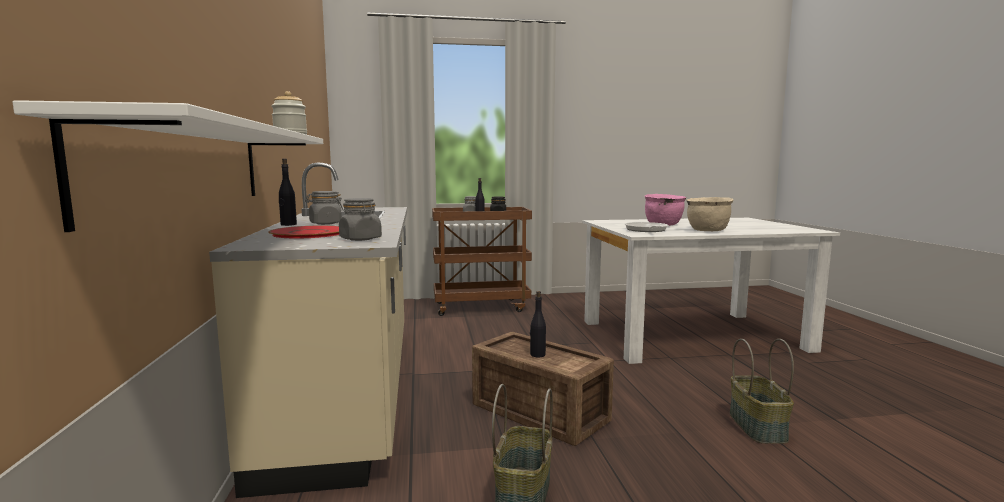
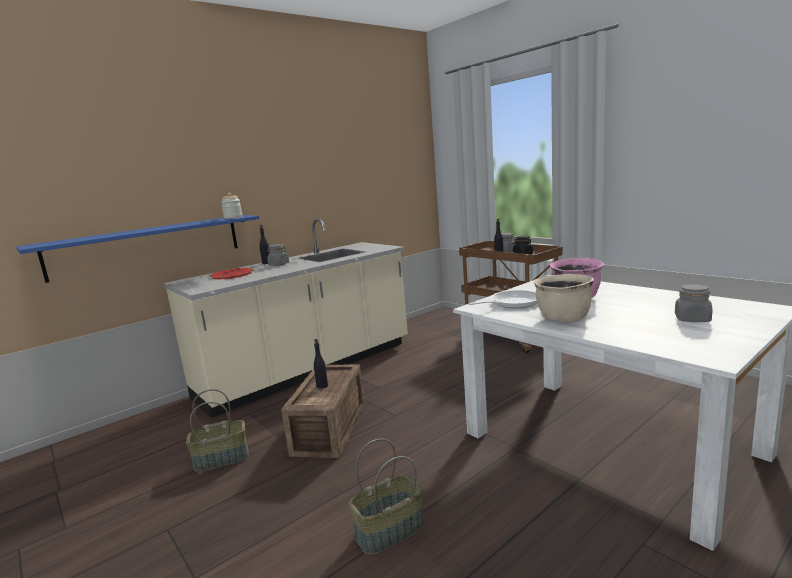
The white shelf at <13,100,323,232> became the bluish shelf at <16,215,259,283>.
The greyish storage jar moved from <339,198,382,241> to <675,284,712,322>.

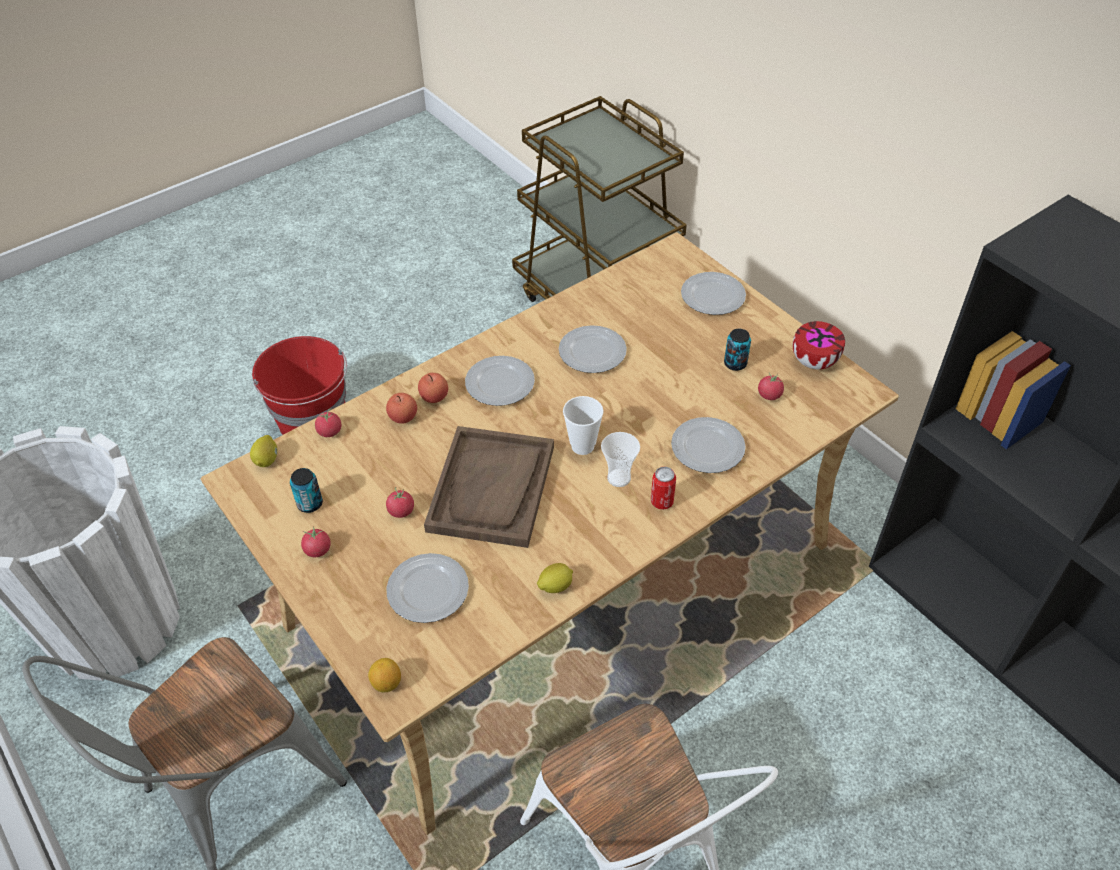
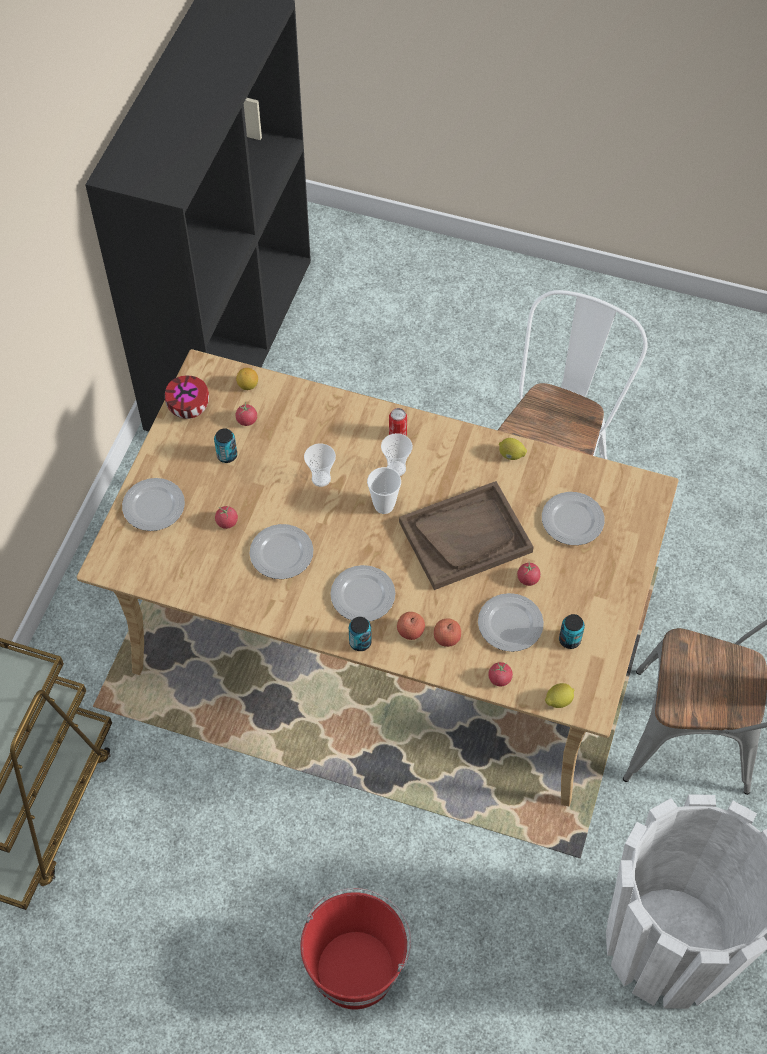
The tomato moved from <301,527,331,557> to <215,506,238,529>.
The citrus fruit moved from <368,658,401,692> to <236,368,258,390>.
The small cup at <304,443,336,487> appeared.
The sealed can at <349,617,372,651> appeared.
The flat dish moved from <671,417,746,473> to <478,593,544,652>.

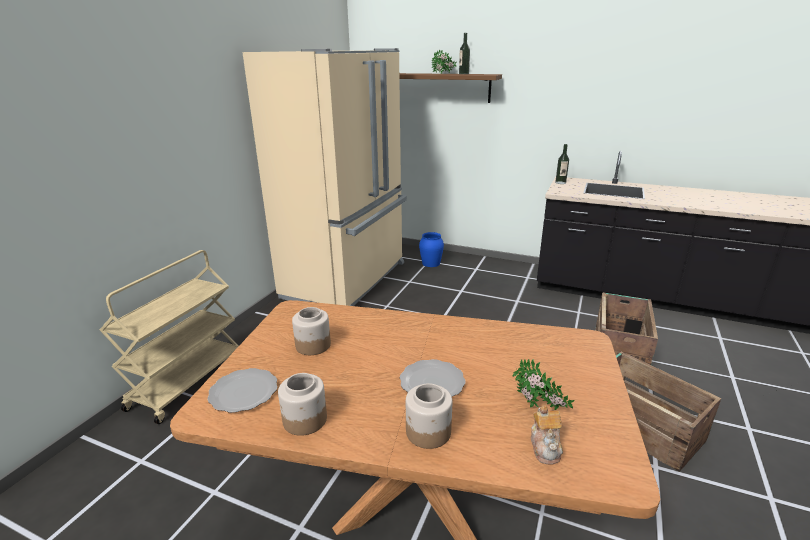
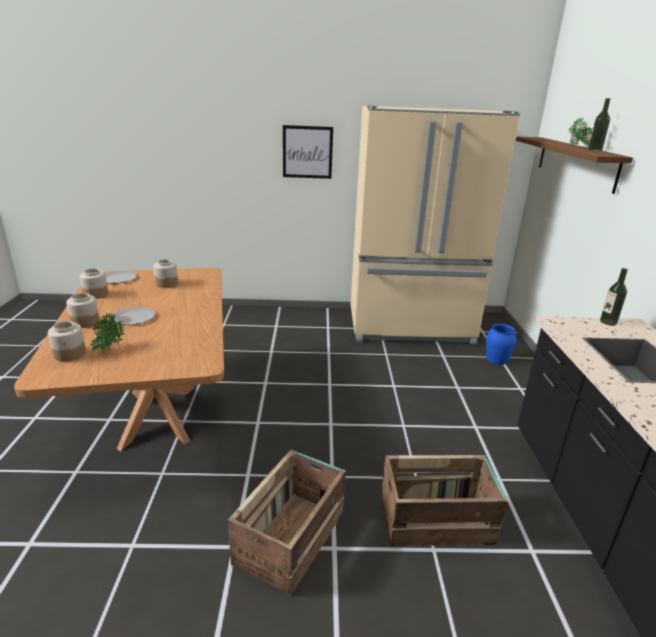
The tea pot at <531,405,563,465> was replaced by the storage jar at <48,321,86,361>.
The picture at <283,125,333,179> appeared.
The beige trolley at <100,250,238,424> disappeared.

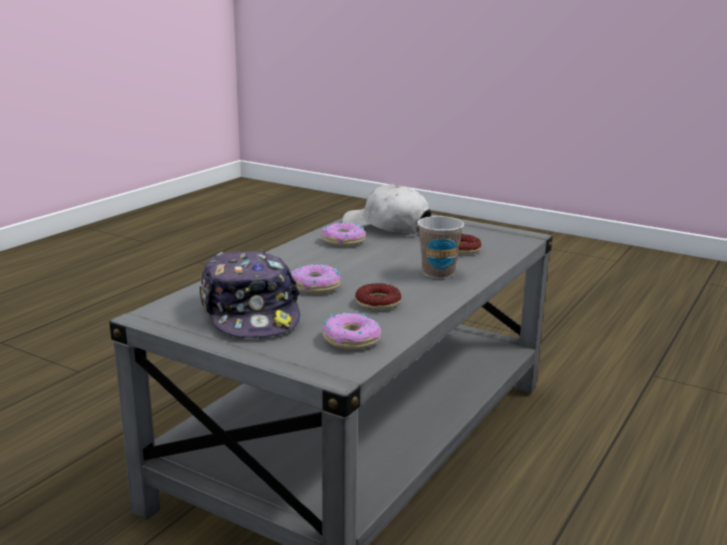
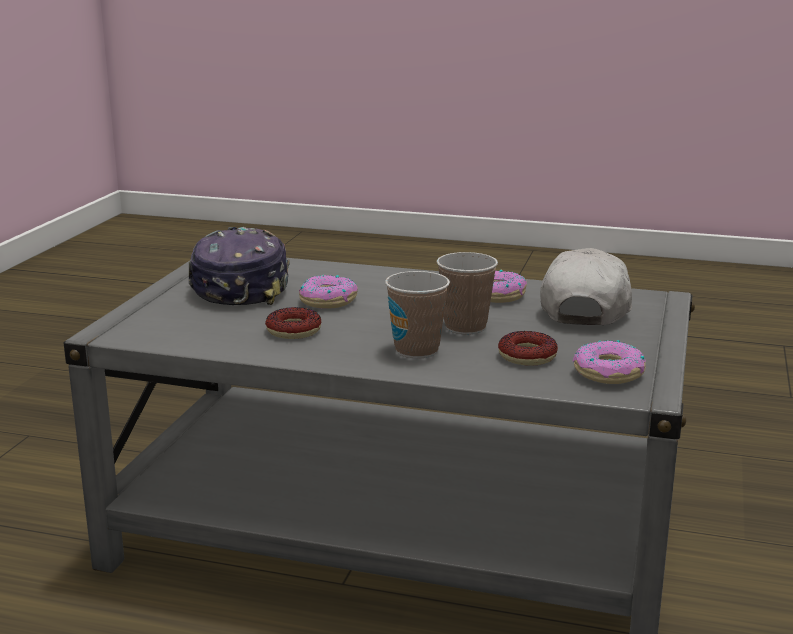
The peaked cap at <199,250,300,338> turned 120 degrees clockwise.
The small cup at <437,252,498,334> appeared.
The donut moved from <322,313,381,350> to <572,340,646,384>.

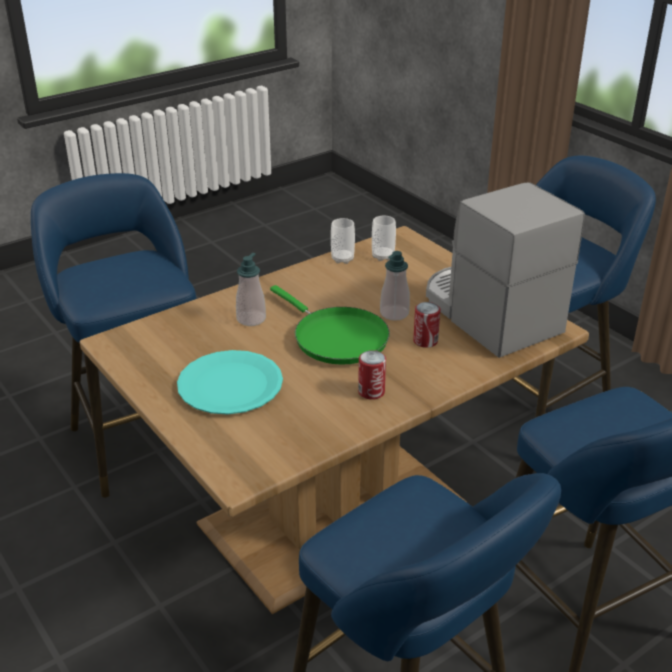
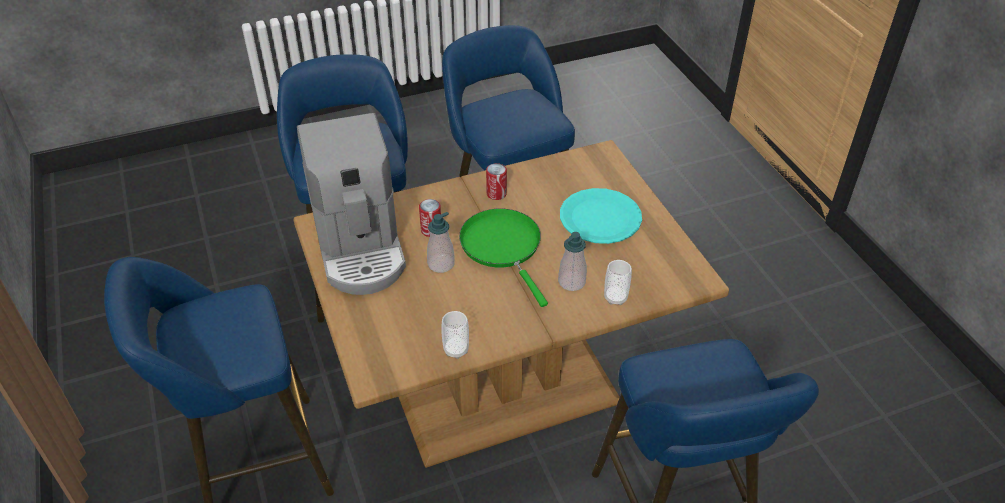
The small cup moved from <372,216,396,261> to <604,260,632,305>.

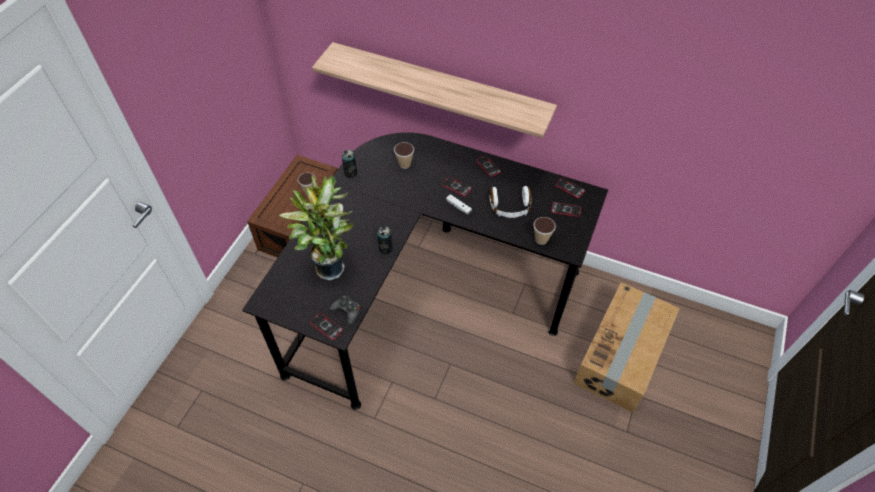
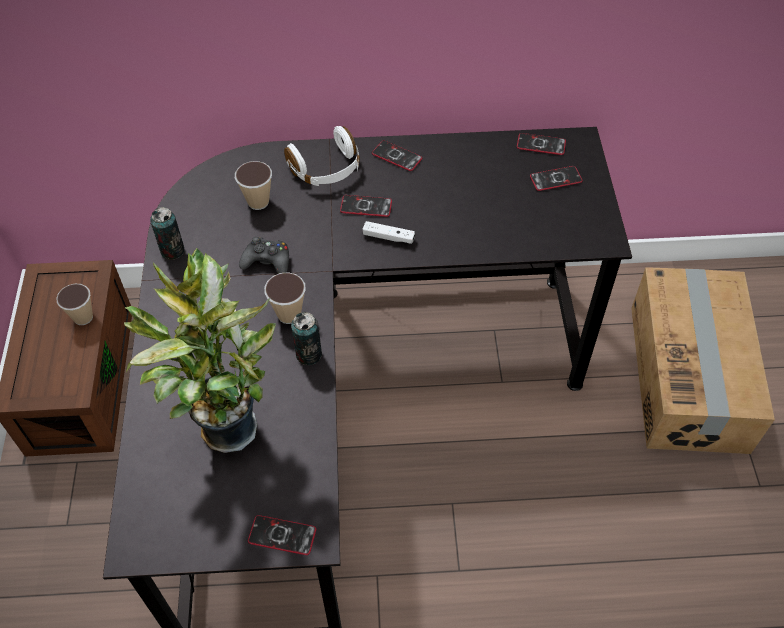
The black-coloured game controller moved from <330,295,361,325> to <239,237,289,274>.
The small cup moved from <533,217,556,245> to <264,272,306,324>.
The white headphones moved from <489,186,531,218> to <284,126,360,186>.
The shelf at <312,42,557,138> disappeared.

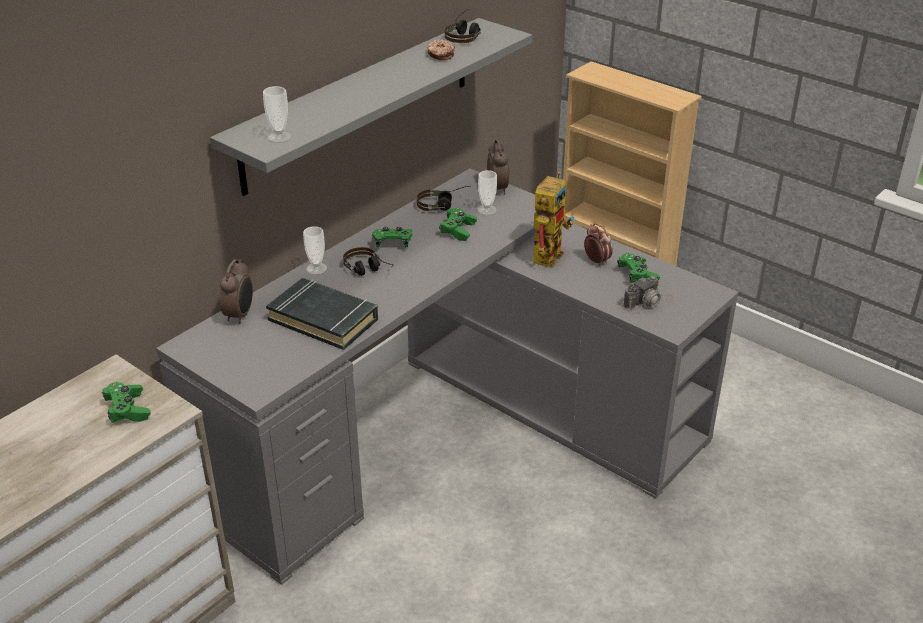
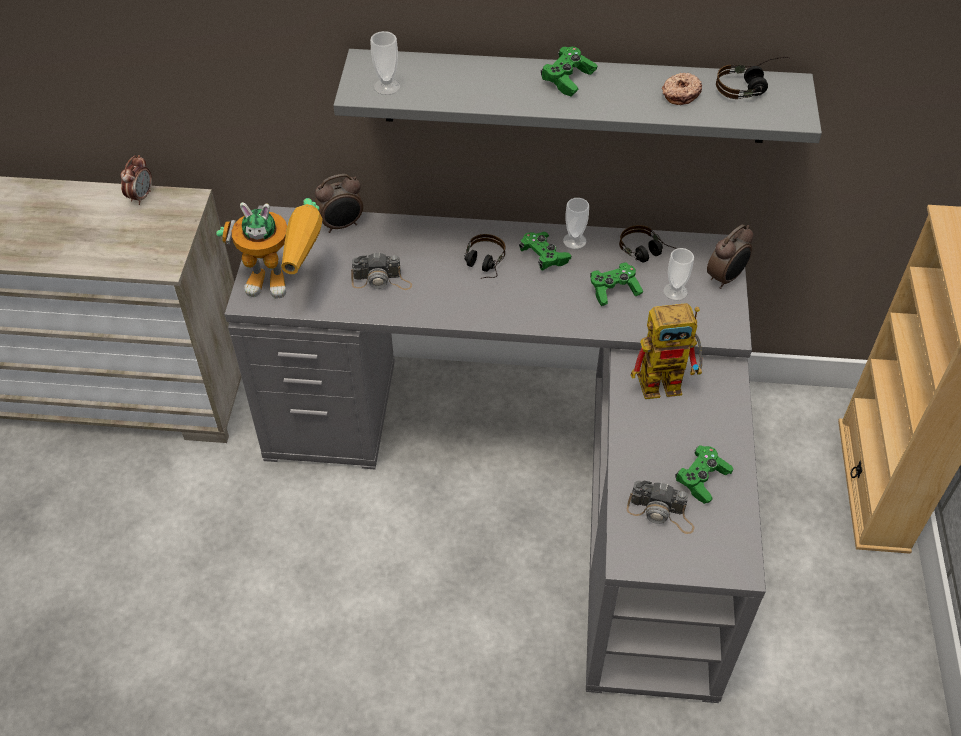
The alarm clock moved from <584,223,613,266> to <120,155,152,205>.
The robot figure at <216,198,323,299> appeared.
The black-coloured volume at <266,278,378,350> was replaced by the photo camera at <351,252,412,290>.
The green game controller moved from <102,382,151,423> to <541,47,597,97>.
The small cup moved from <303,226,327,275> to <563,198,589,249>.

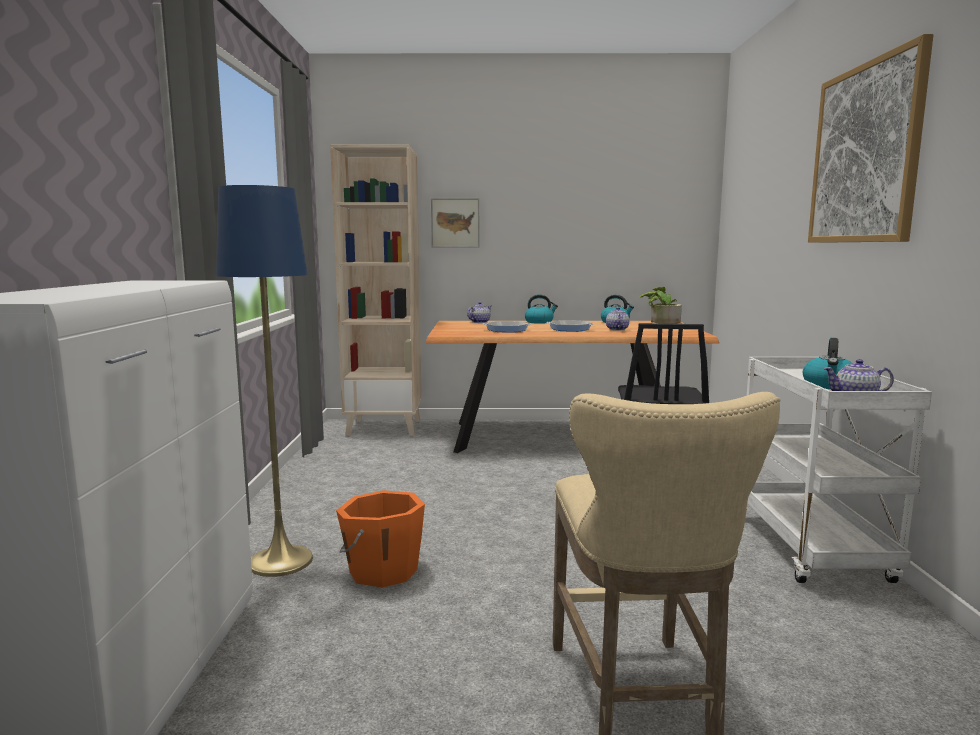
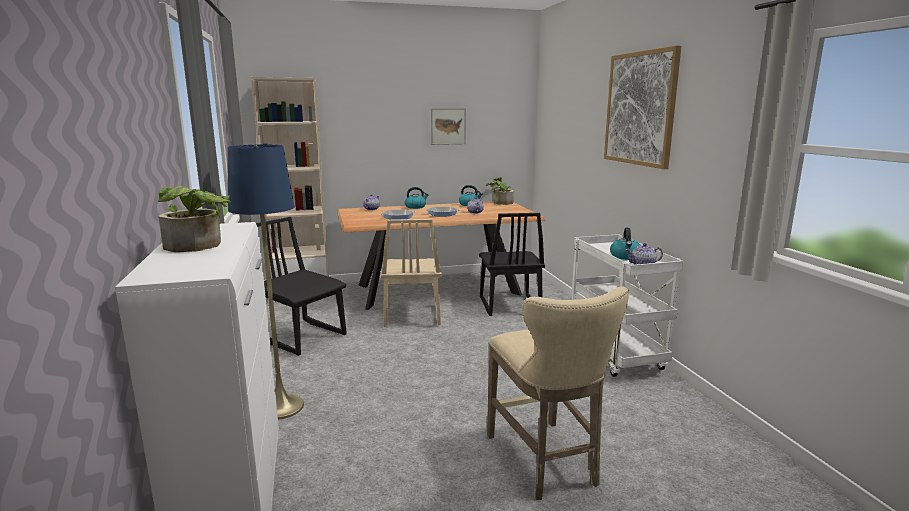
The plant in a pot at <158,186,231,252> appeared.
The black-coloured chair at <256,217,346,356> appeared.
The beige chair at <381,219,442,327> appeared.
The picture moved from <431,198,479,247> to <431,108,466,145>.
The orange-coloured water bucket at <336,490,425,588> disappeared.

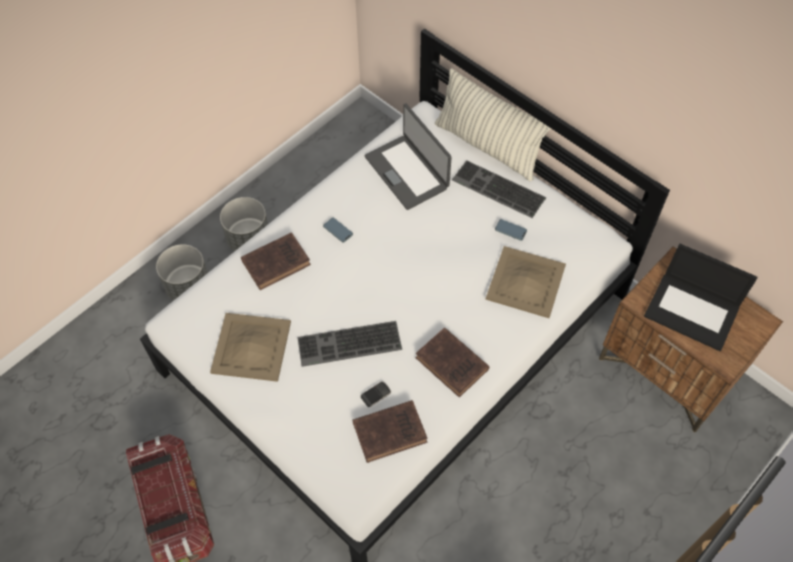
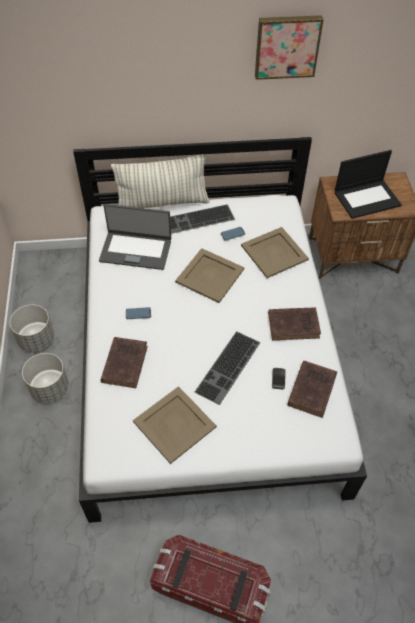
The greyish flower pot moved from <156,244,208,300> to <10,305,54,353>.
The beige serving tray at <175,248,244,303> appeared.
The picture at <255,15,324,80> appeared.

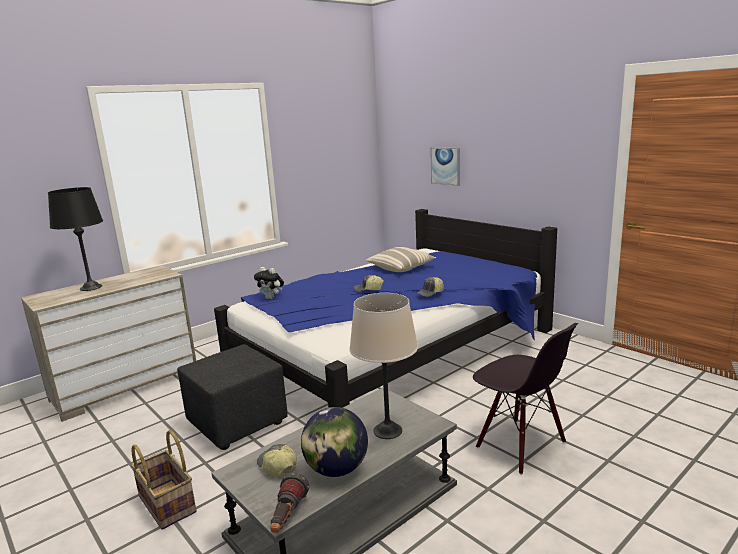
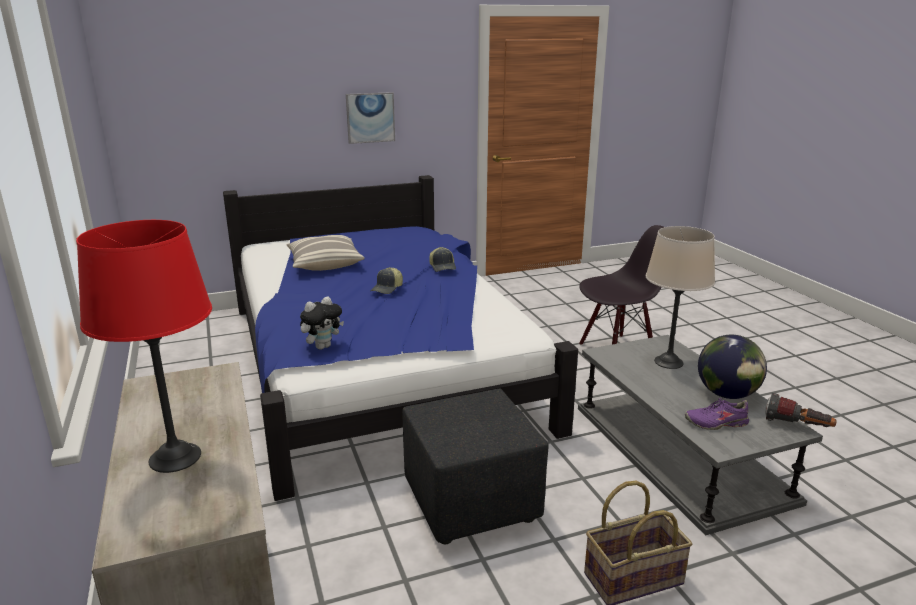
The black-coloured tabletop lamp at <48,187,103,291> became the red-coloured tabletop lamp at <76,220,212,473>.
The picture moved from <430,147,460,186> to <346,92,395,144>.
The peaked cap at <257,444,297,478> was replaced by the purple-coloured low shoe at <685,398,749,430>.

